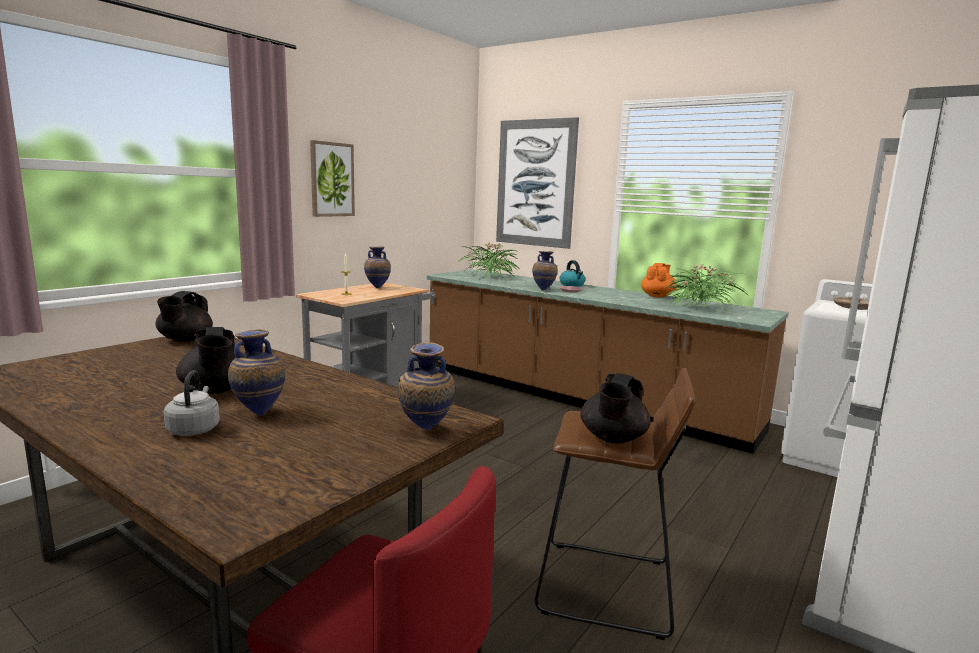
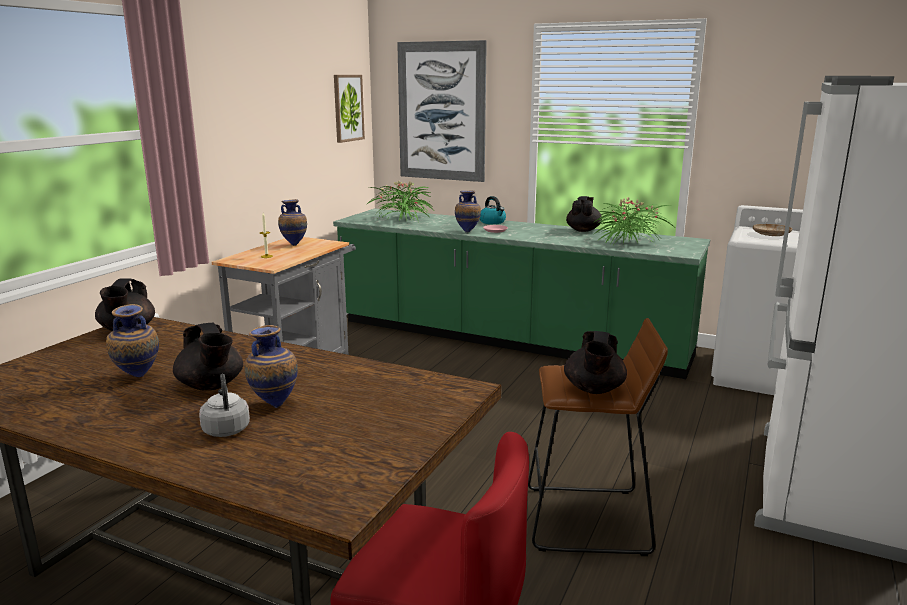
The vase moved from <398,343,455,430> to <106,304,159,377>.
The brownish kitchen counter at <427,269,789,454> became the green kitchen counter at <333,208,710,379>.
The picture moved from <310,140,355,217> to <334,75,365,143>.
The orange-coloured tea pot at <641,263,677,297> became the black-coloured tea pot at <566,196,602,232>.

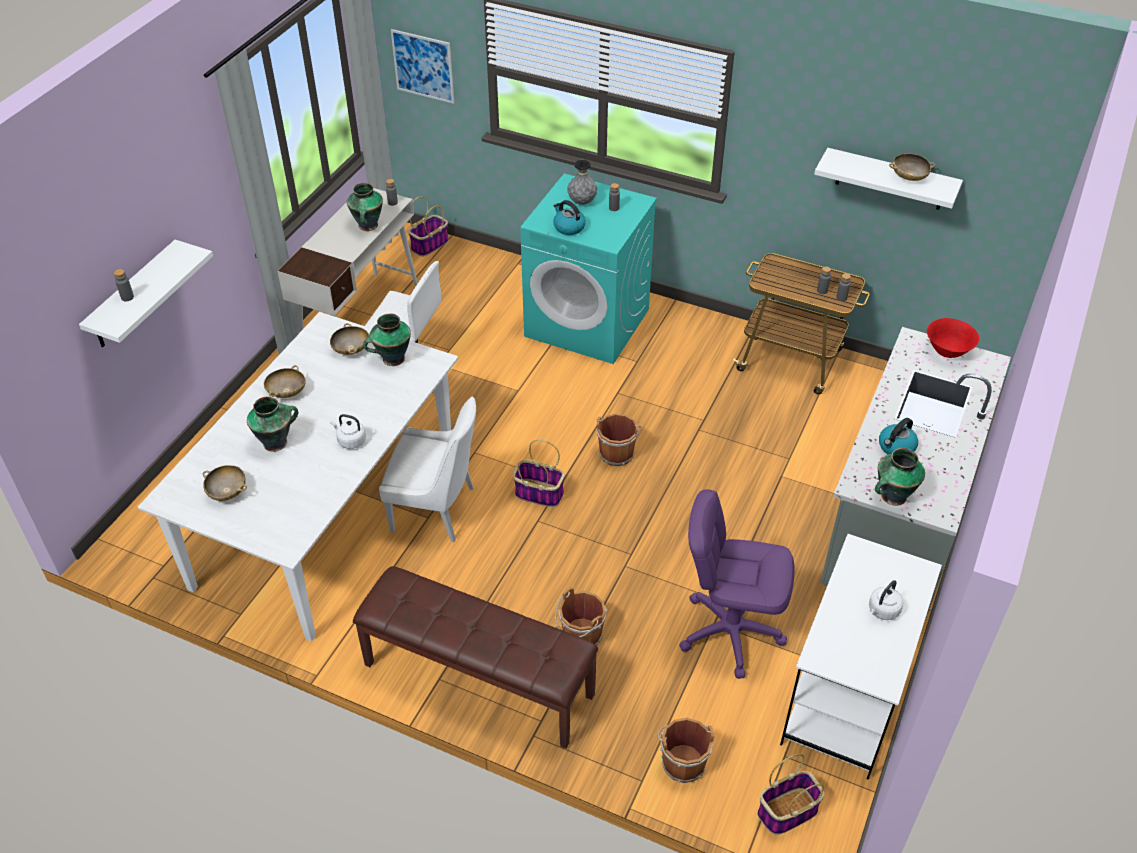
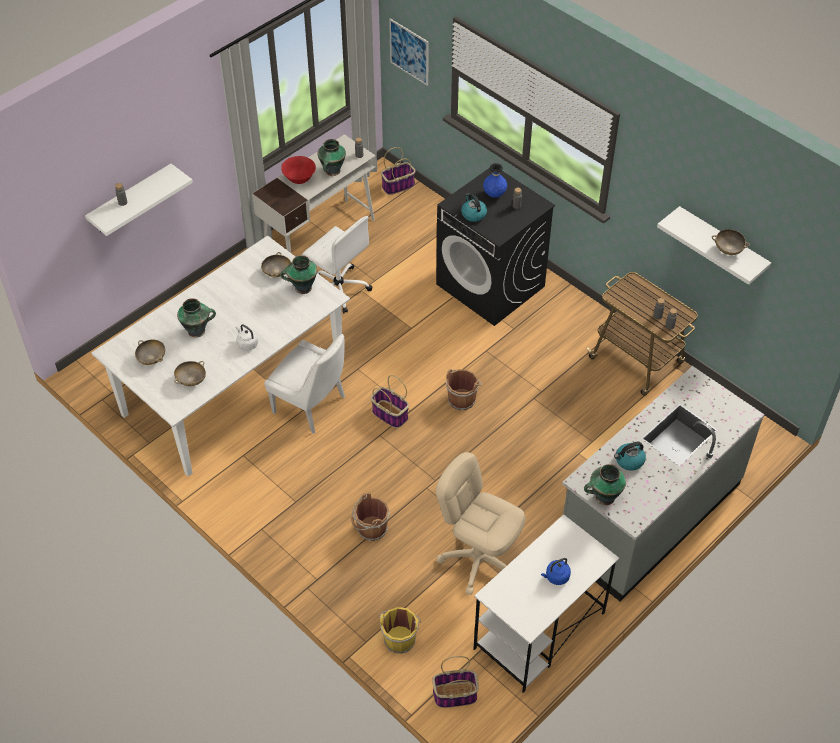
The beige deep dish moved from <264,365,306,398> to <174,361,206,386>.
The red-coloured deep dish moved from <927,318,979,358> to <281,156,316,184>.
The brownish water bucket at <658,718,714,783> became the yellow-coloured water bucket at <380,607,421,654>.
The turquoise-coloured laundry appliance at <520,174,657,364> became the black-coloured laundry appliance at <436,168,555,326>.
The purple-coloured desk chair at <679,489,795,679> became the beige desk chair at <436,452,526,595>.
The greyish vase at <567,160,597,205> became the bluish vase at <483,163,507,198>.
The white tea kettle at <869,580,903,620> became the bluish tea kettle at <541,558,571,585>.
The brownish bench at <353,566,598,749> disappeared.

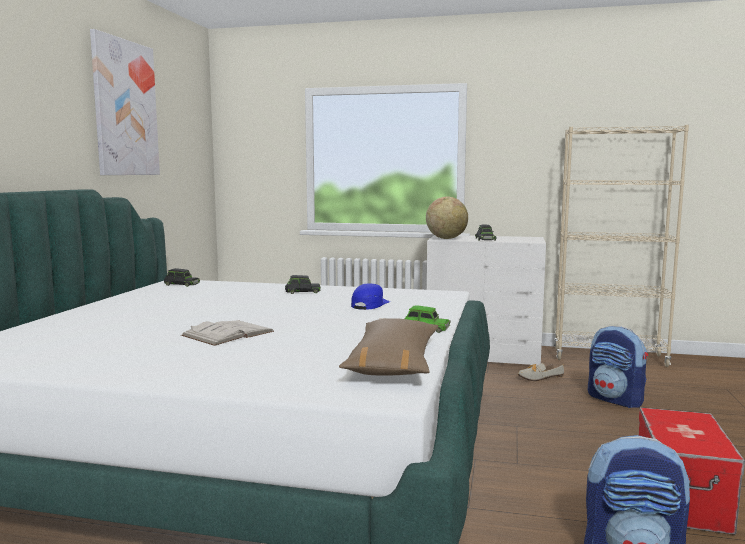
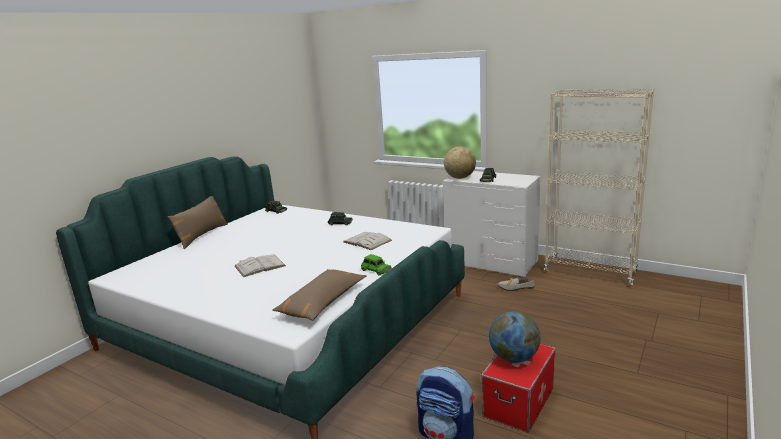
The brownish throw pillow at <168,196,228,249> appeared.
The bluish peaked cap at <351,284,390,310> was replaced by the white volume at <343,232,392,250>.
The world globe at <489,311,541,363> appeared.
The picture at <90,29,160,175> disappeared.
The rucksack at <588,326,648,408> disappeared.

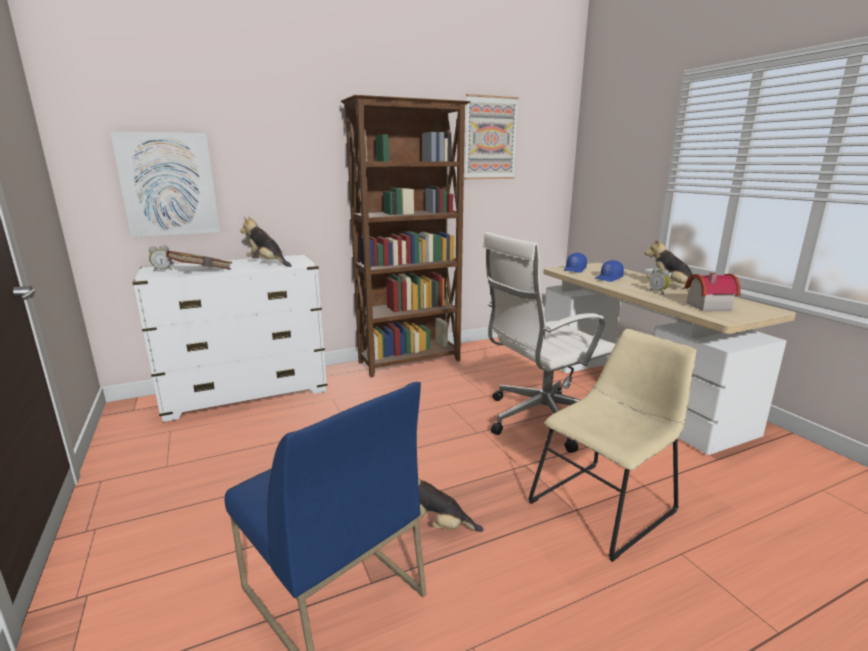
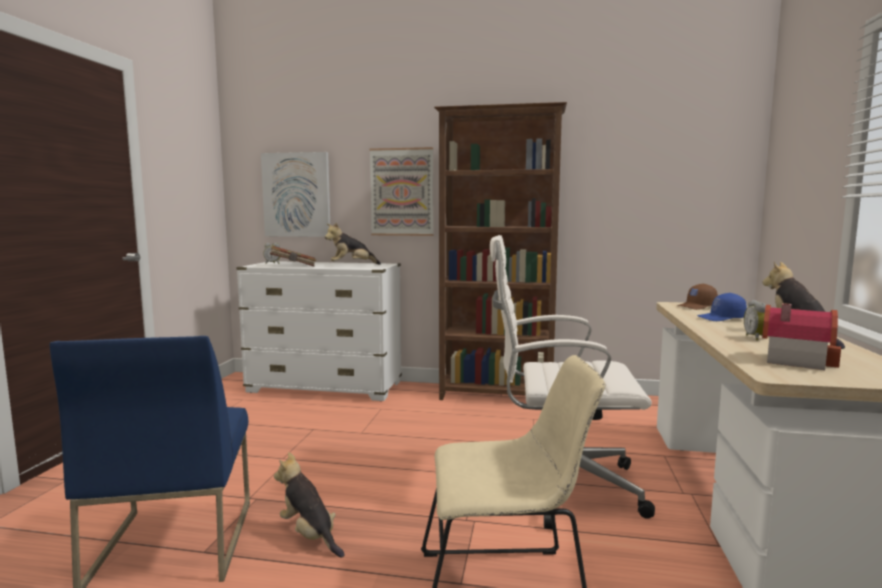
The cuddly toy at <240,216,291,267> turned 90 degrees counterclockwise.
The picture moved from <464,94,519,179> to <370,147,433,236>.
The bluish peaked cap at <564,253,587,273> became the brownish peaked cap at <677,284,718,310>.

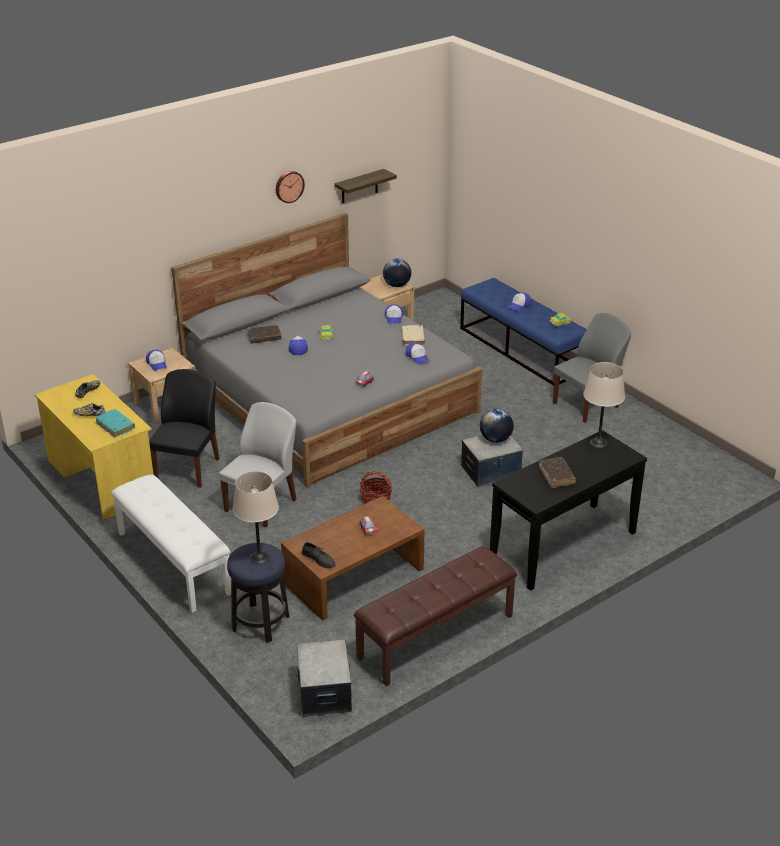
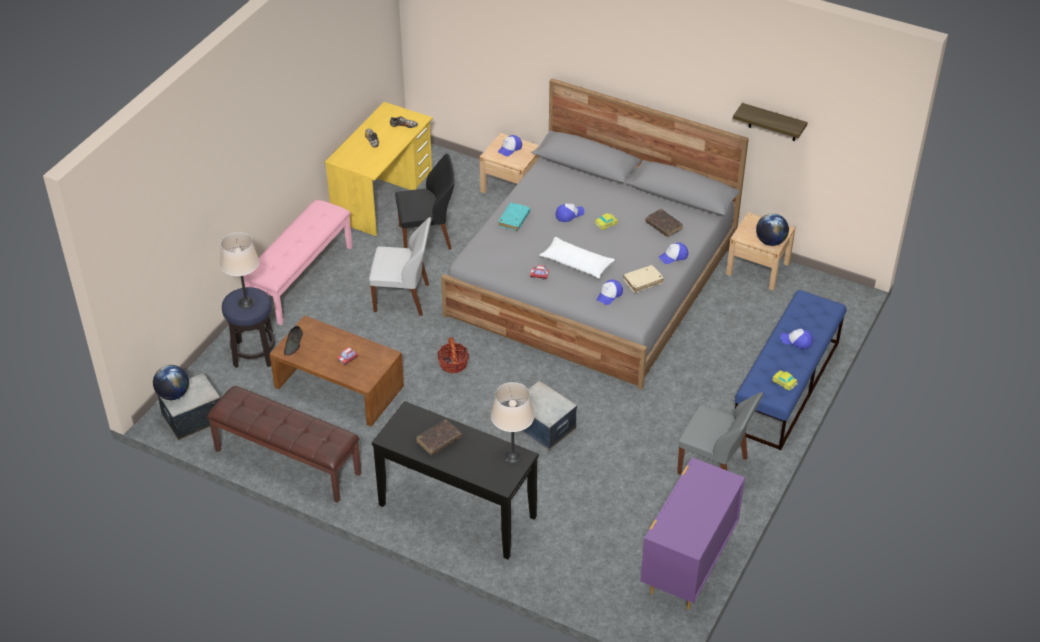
The world globe moved from <480,409,514,443> to <153,365,189,400>.
The white bench at <111,475,231,613> became the pink bench at <243,200,352,325>.
The turquoise-coloured volume moved from <96,409,135,438> to <498,203,530,231>.
The white throw pillow at <539,237,615,279> appeared.
The purple-coloured drawer chest at <640,458,745,610> appeared.
The brownish volume moved from <247,325,282,343> to <645,209,683,237>.
The clock on the wall at <276,171,305,203> disappeared.

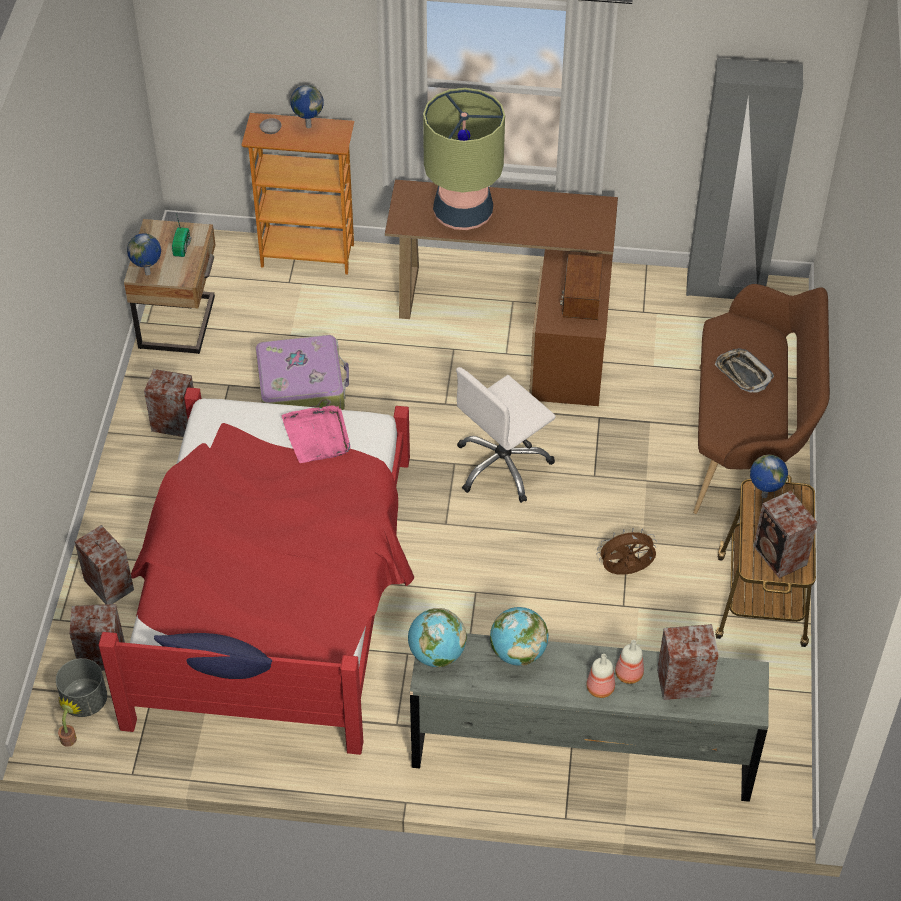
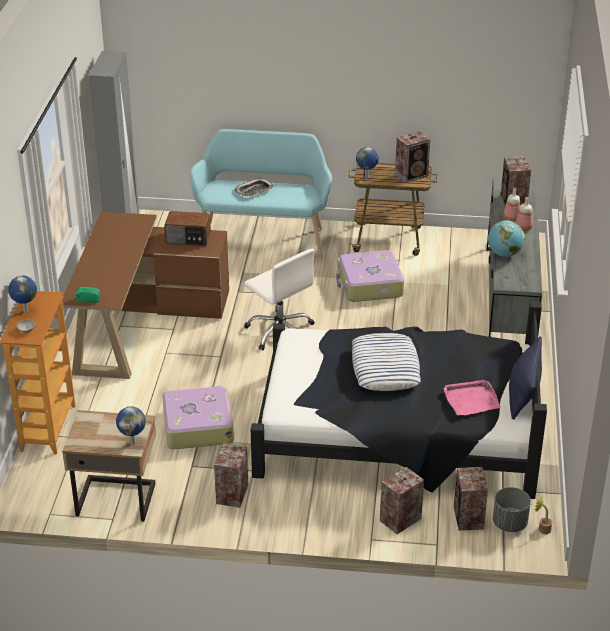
The radio receiver moved from <172,213,192,257> to <74,285,101,303>.
The brownish bench at <693,284,830,514> became the turquoise-coloured bench at <190,129,332,259>.
The red-coloured bedroom bed at <99,387,414,755> became the black-coloured bedroom bed at <251,302,547,499>.
The brownish cooling fan at <596,528,657,575> was replaced by the travel case at <336,250,404,302>.
The throw pillow at <352,333,421,391> appeared.
The pink serving tray moved from <281,405,350,463> to <443,380,501,415>.
The world globe at <408,608,467,668> disappeared.
The tabletop lamp at <423,88,505,230> disappeared.

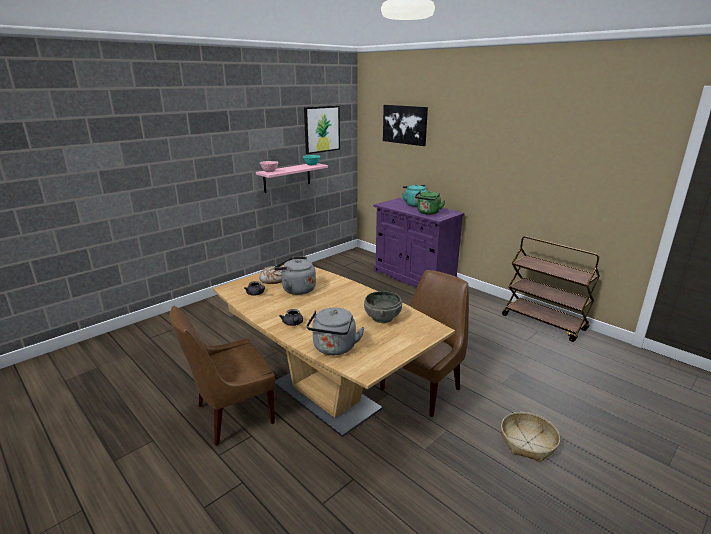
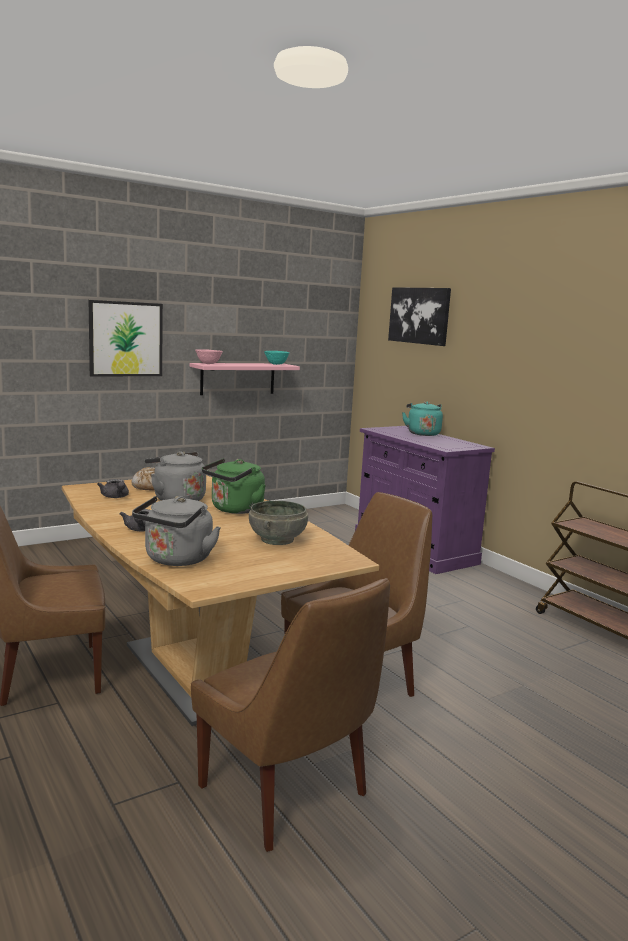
The picture moved from <304,106,340,154> to <89,300,163,377>.
The brownish chair at <191,578,390,852> appeared.
The green tea kettle moved from <415,191,445,215> to <202,458,266,514>.
The basket at <501,412,560,462> disappeared.

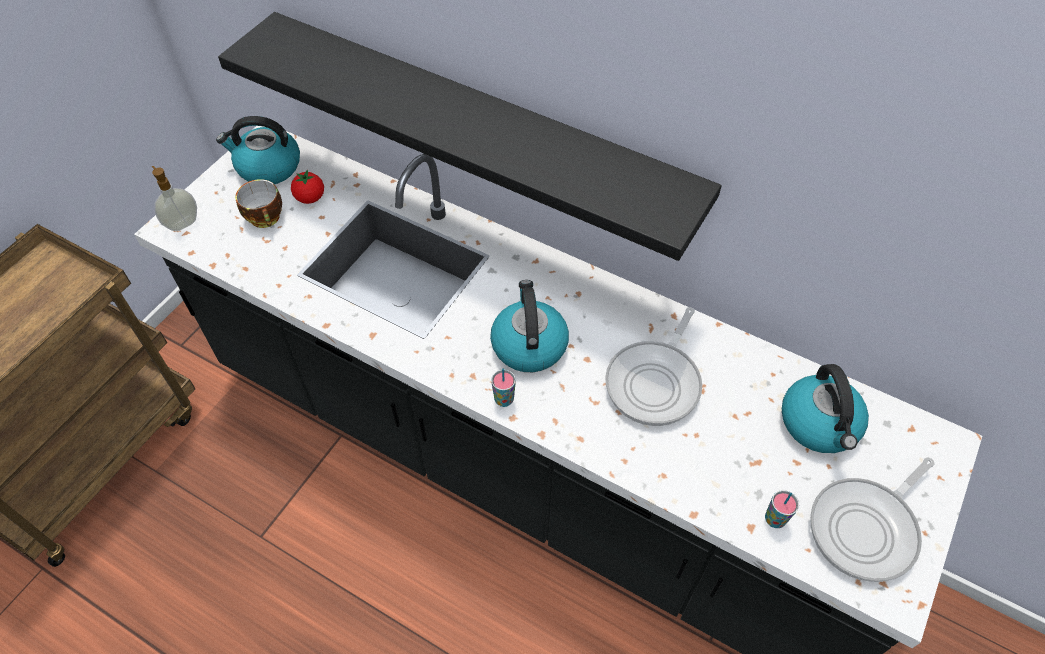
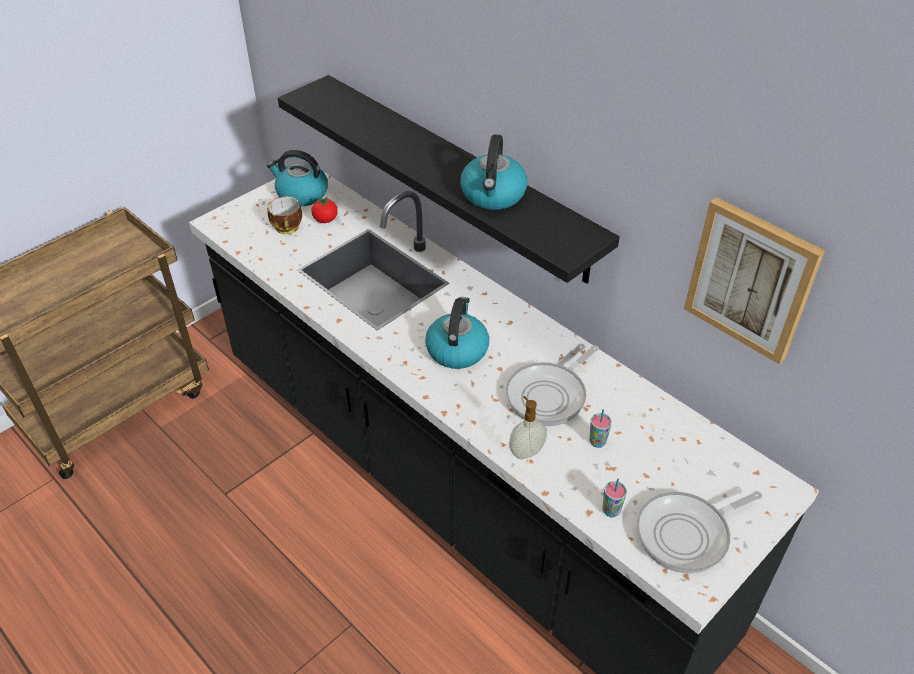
The tea kettle moved from <782,364,869,453> to <460,134,528,210>.
The liquid soap bottle moved from <152,166,197,231> to <509,396,547,459>.
The small cup moved from <491,368,516,407> to <589,409,612,448>.
The picture at <684,197,825,364> appeared.

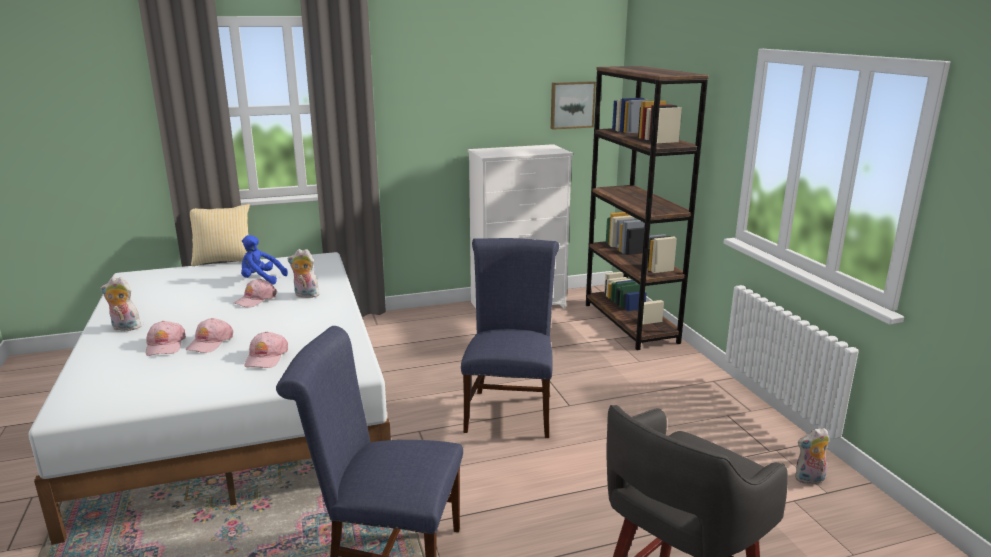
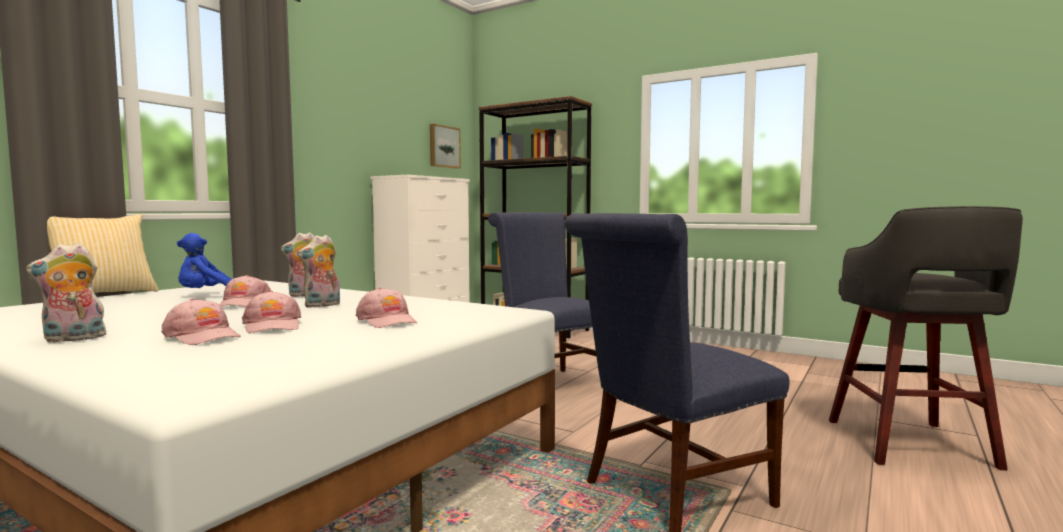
The cuddly toy moved from <795,427,829,484> to <298,235,340,308>.

